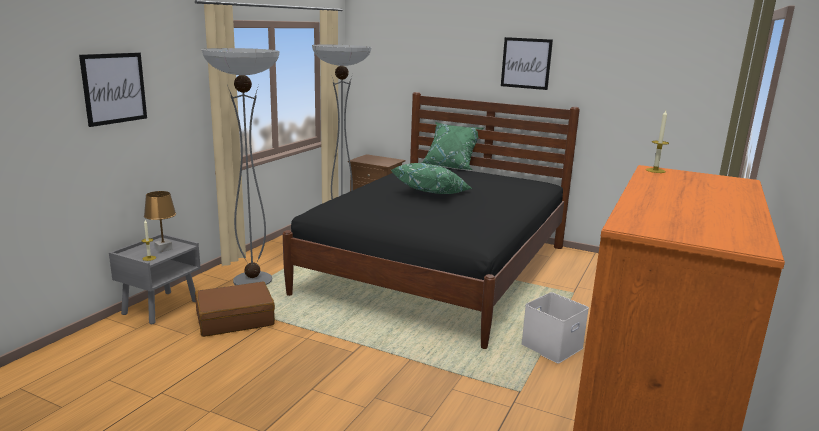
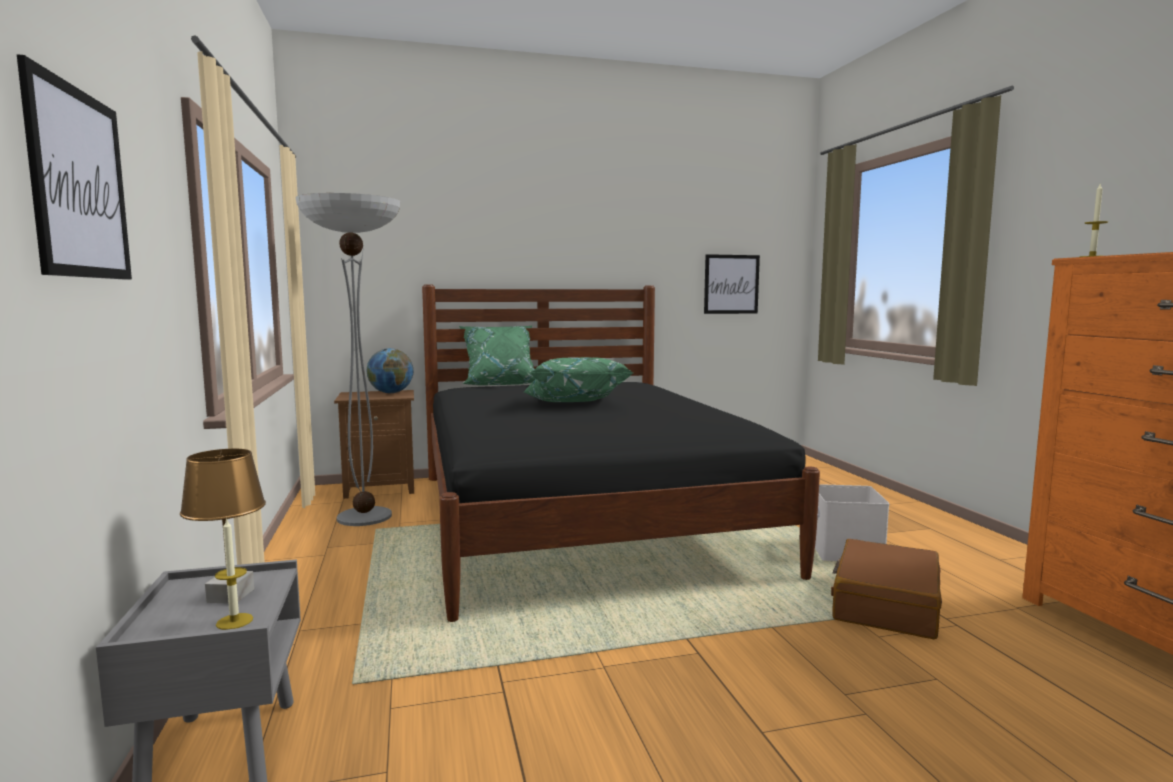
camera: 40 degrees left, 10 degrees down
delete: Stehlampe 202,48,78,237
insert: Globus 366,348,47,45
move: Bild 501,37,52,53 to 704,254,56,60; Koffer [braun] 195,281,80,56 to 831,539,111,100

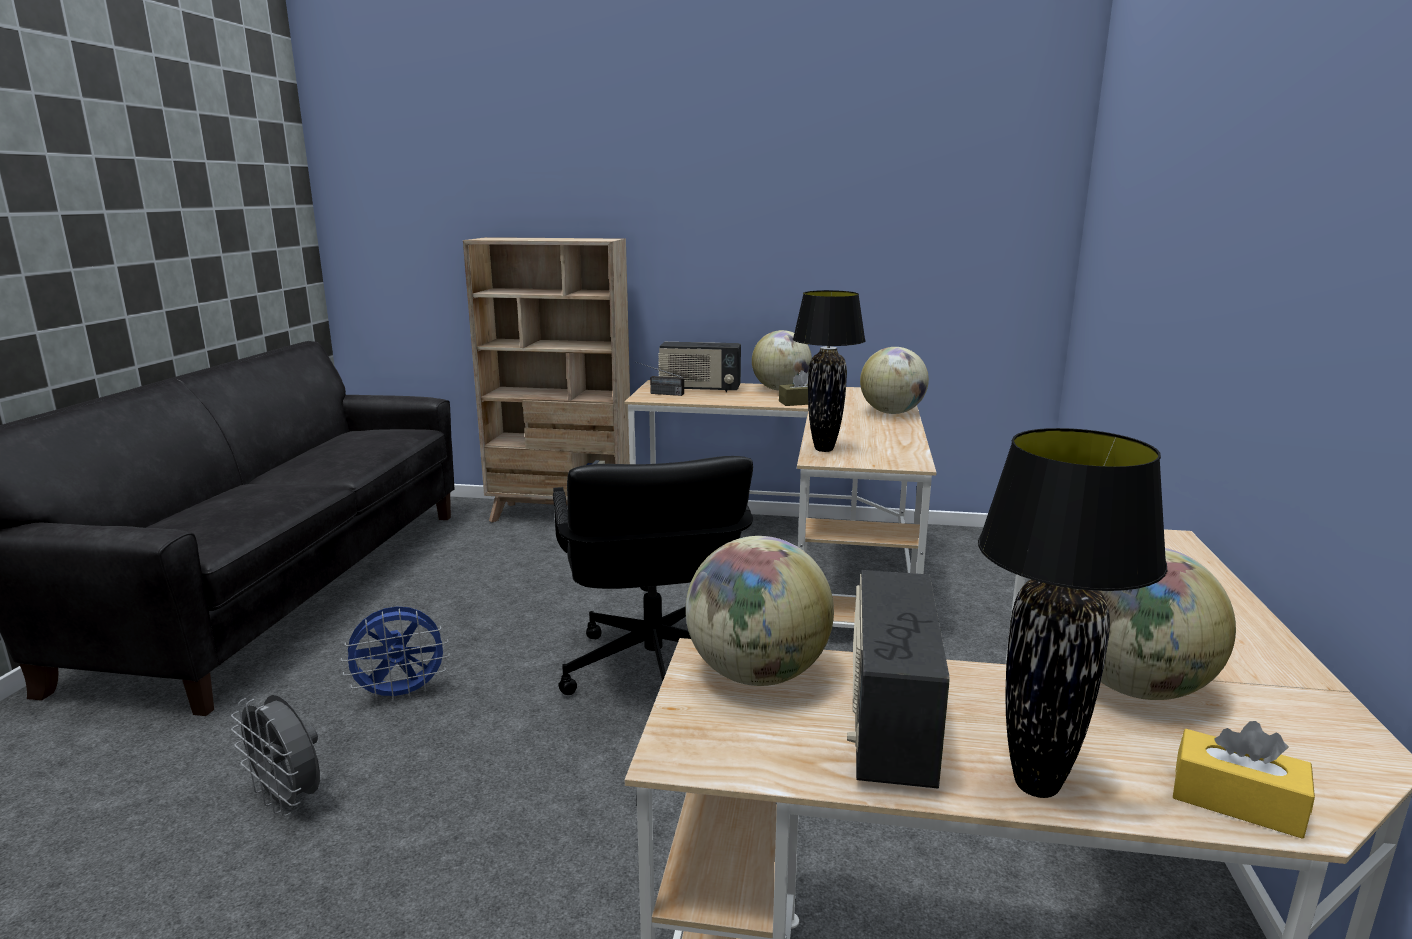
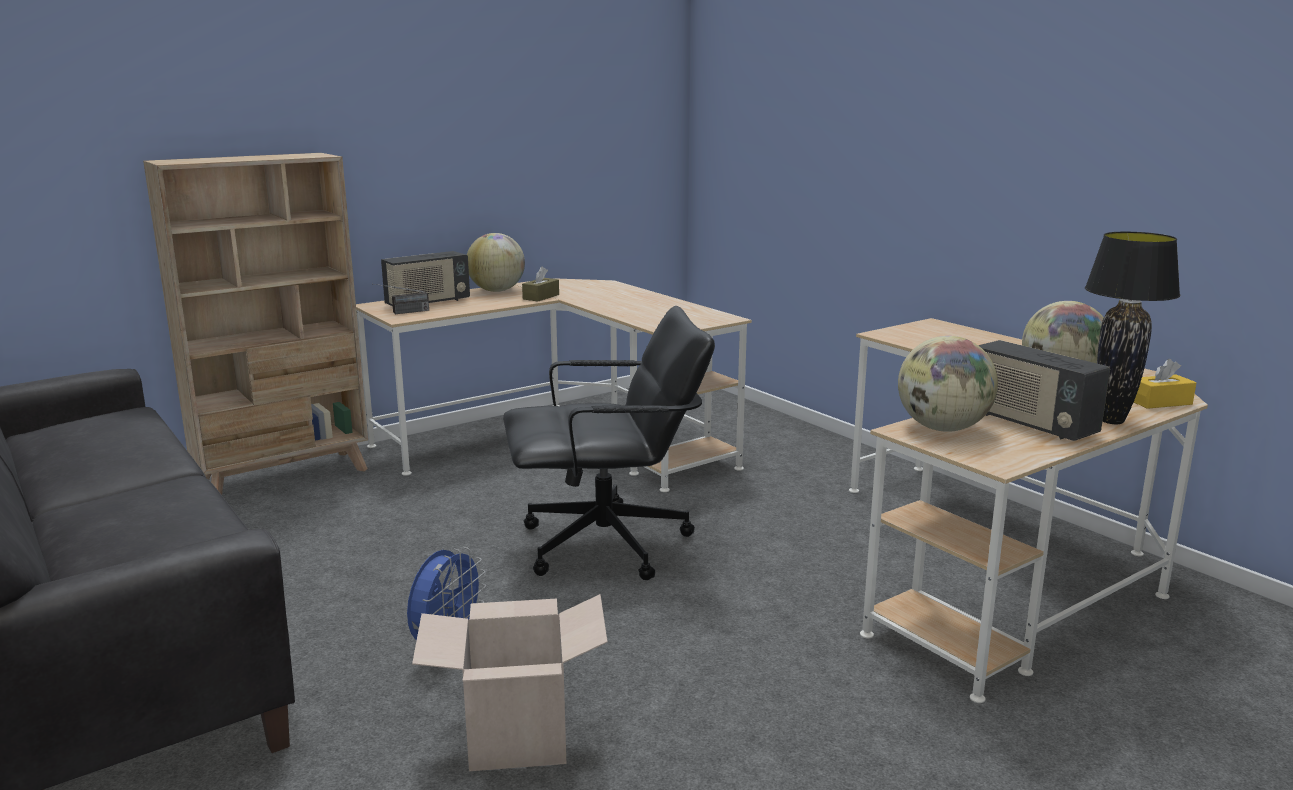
camera: 45 degrees left, 0 degrees up
delete: Tischlampe [schwarz] 793,290,73,162; Globus 860,347,69,67
replace: Ventilator [grau] 231,695,89,121 to Karton 412,594,196,177
rotate: Bürostuhl [schwarz] 553,456,200,239 = 503,306,212,274 45 degrees counterclockwise

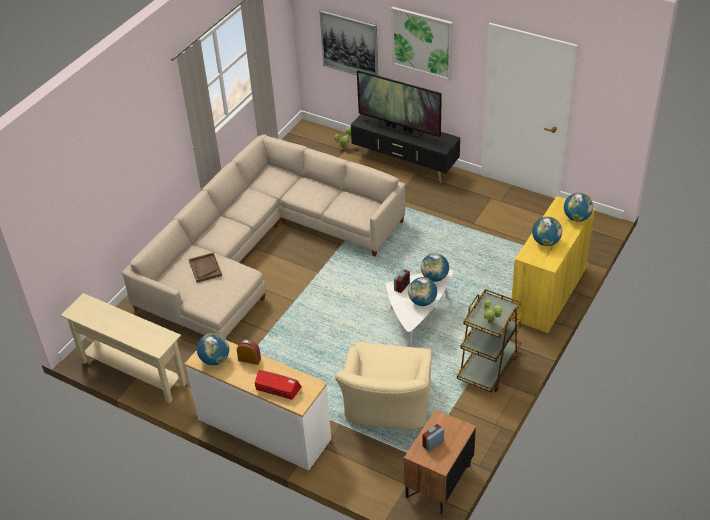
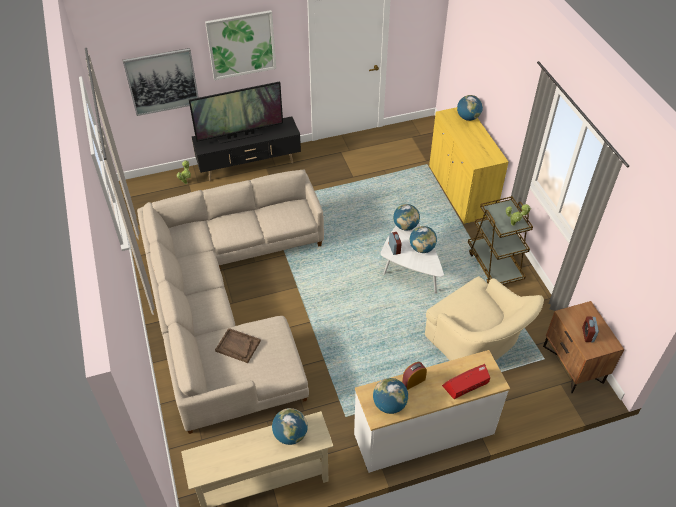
camera: 50 degrees left, 5 degrees up
move: Globus 532,217,30,29 to 272,408,36,37

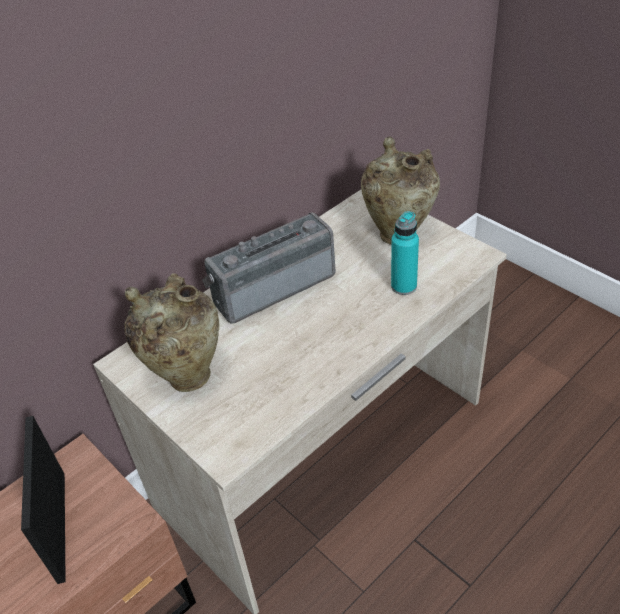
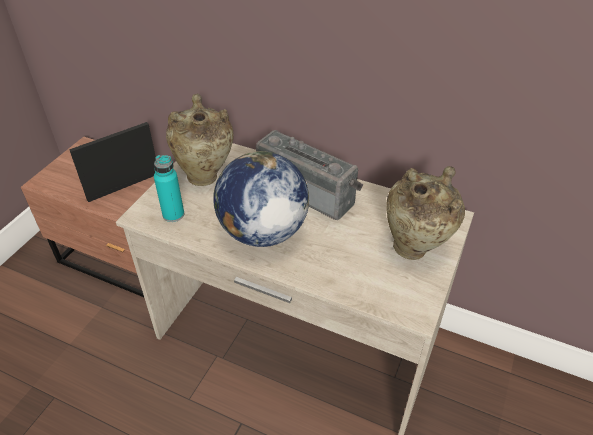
camera: 65 degrees right, 0 degrees up
insert: Globus 213,151,96,96
move: Flasche [türkis] 391,211,28,84 to 154,155,30,67

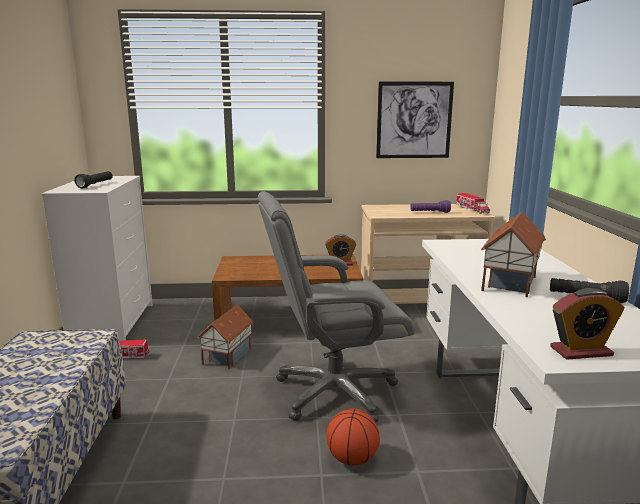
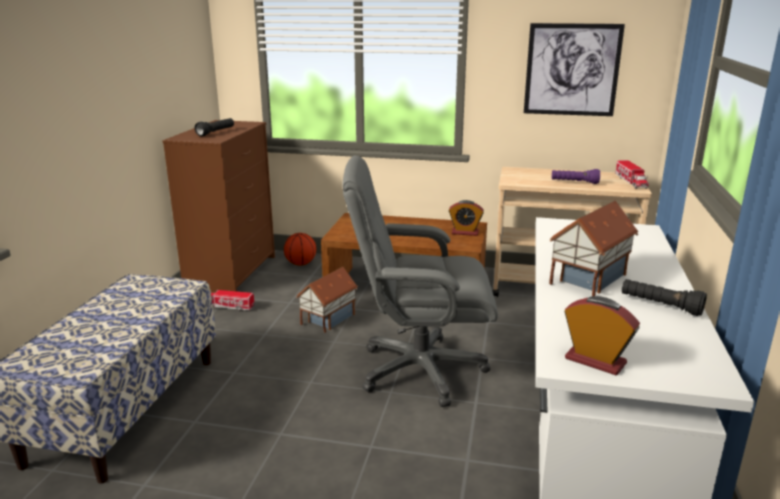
camera: 15 degrees right, 5 degrees up
move: Basketball 327,409,53,57 to 284,233,32,33
recolor: Kommode [weiß] 41,176,112,165 to Kommode [braun] 162,120,113,173
rotate: Wecker 550,288,75,72 = 565,296,75,79 150 degrees counterclockwise

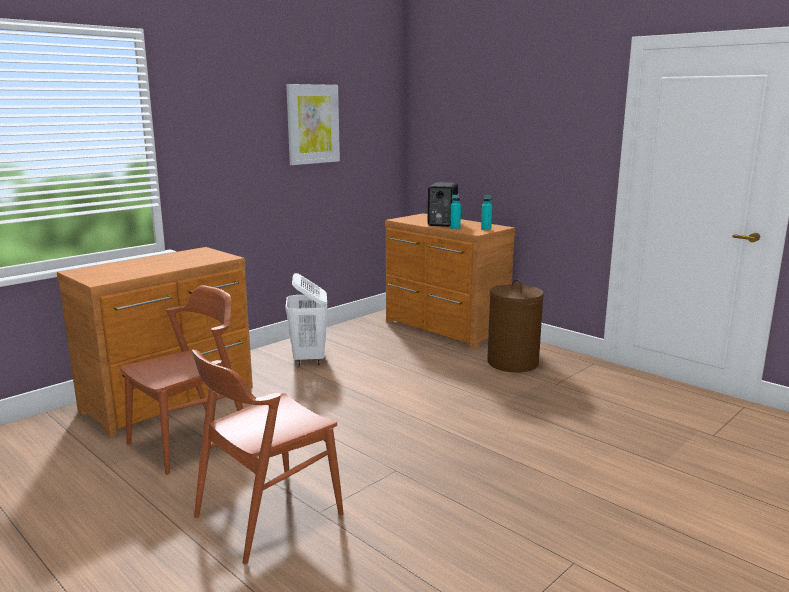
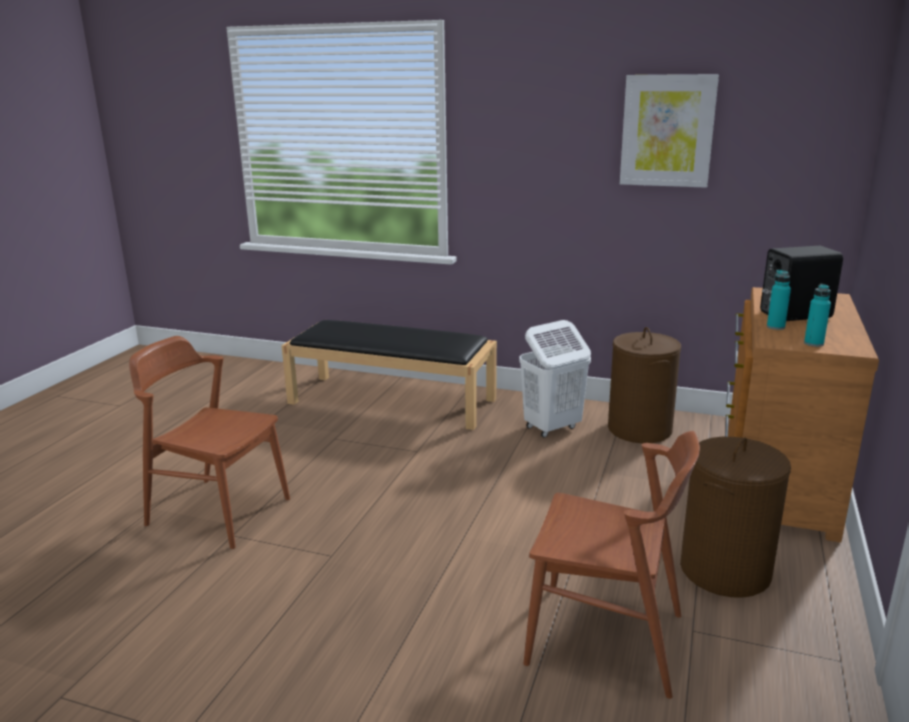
camera: 65 degrees right, 5 degrees up
insert: Wäschekorb [braun] 608,327,73,116
move: Stuhl [braun] 120,285,123,190 to 524,431,176,268
replace: Kommode [braun] 57,247,196,190 to Bank [schwarz] 282,320,215,110

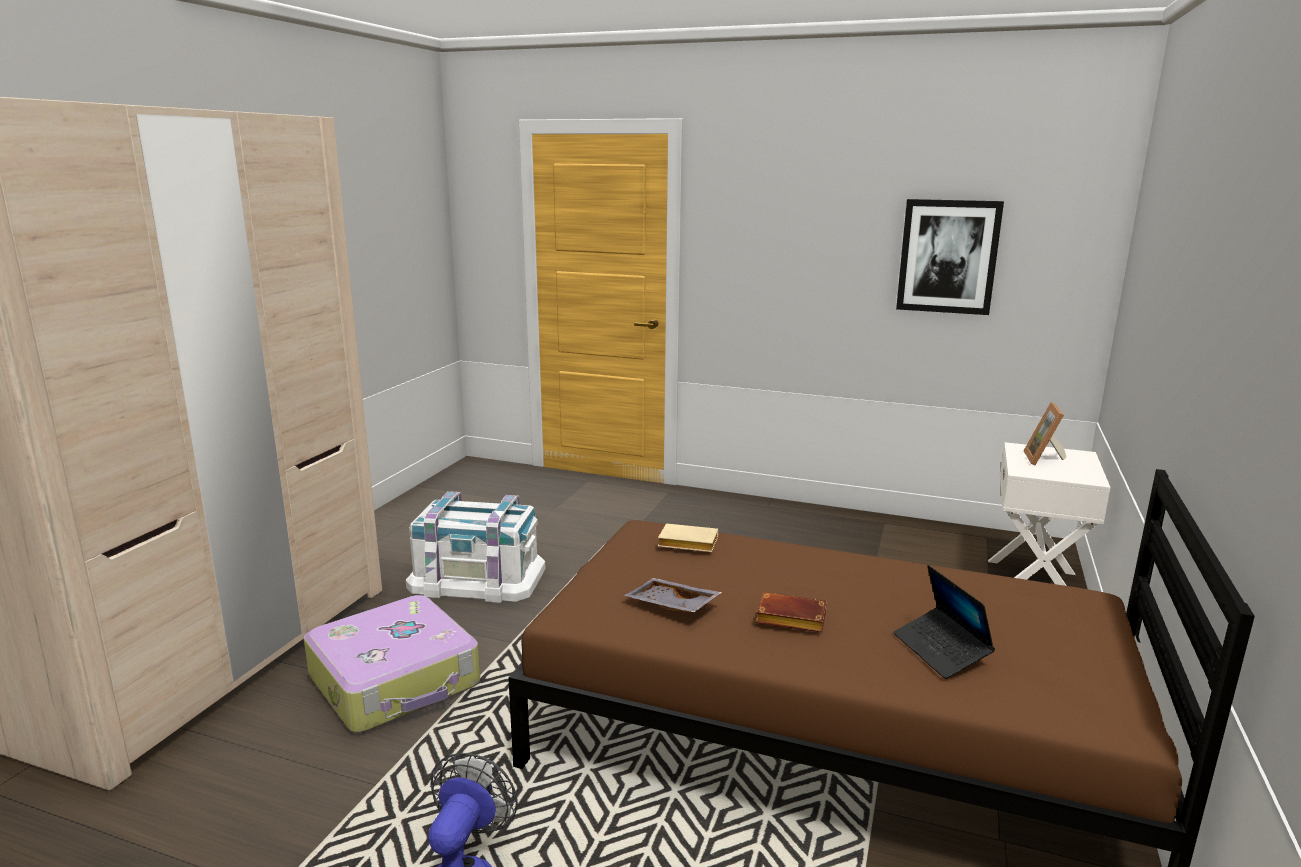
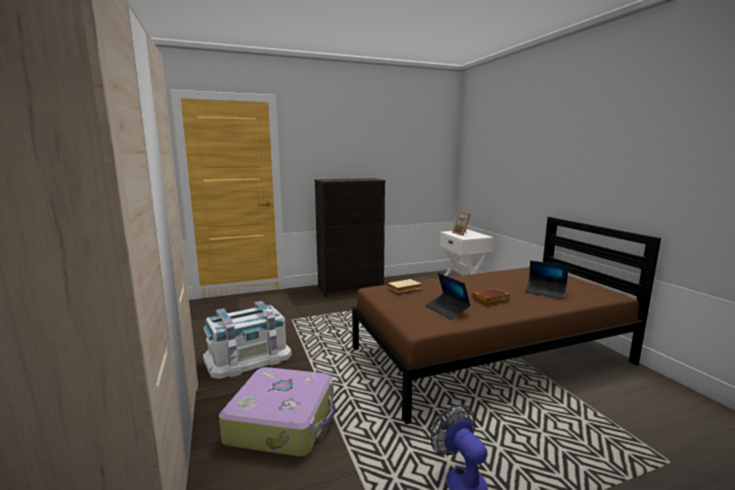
camera: 40 degrees left, 5 degrees down
delete: Bild 896,199,108,116
insert: Kommode [schwarz] 314,178,72,119
replace: Tablett [grau] 624,578,98,35 to Laptop 425,273,46,46

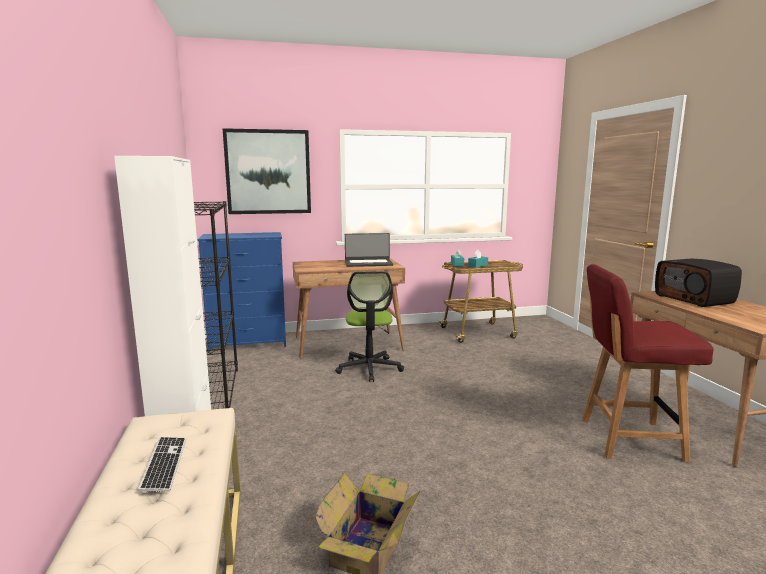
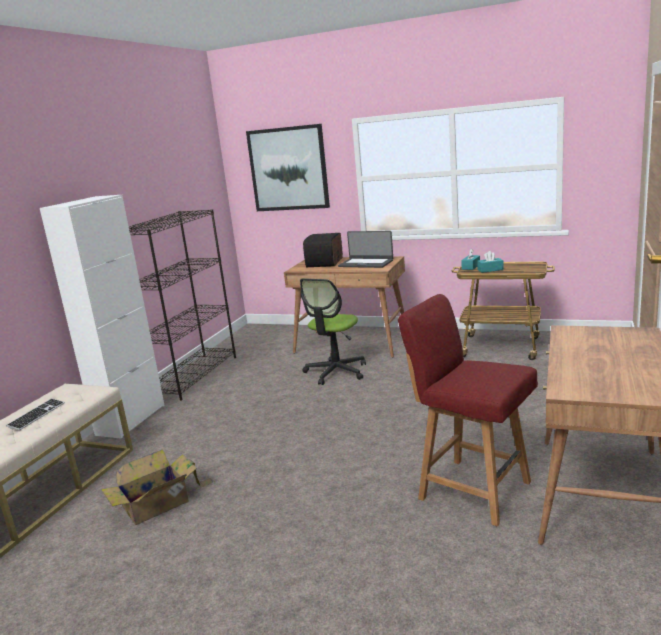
camera: 35 degrees right, 5 degrees up
delete: Kommode [blau] 198,232,88,120
move: Radio 655,259,87,48 to 303,233,40,34

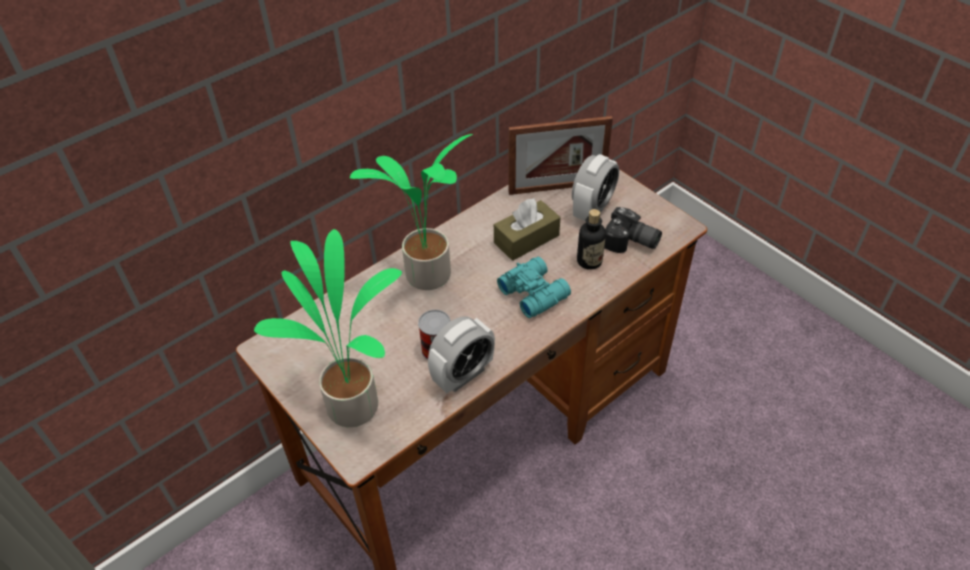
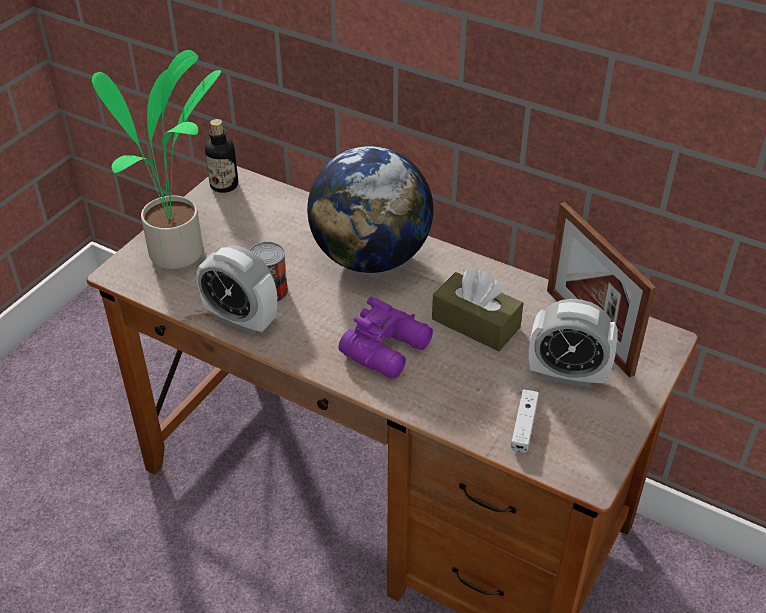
camera: 70 degrees right, 5 degrees down
move: Flasche 577,209,29,61 to 205,119,33,74
replace: Topfpflanze 350,134,123,156 to Globus 307,146,126,127; Kamera 604,207,58,46 to Gamepad [weiß] 511,389,28,64
recolor: Fernglas [türkis] 497,257,74,61 to Fernglas [lila] 339,296,94,83

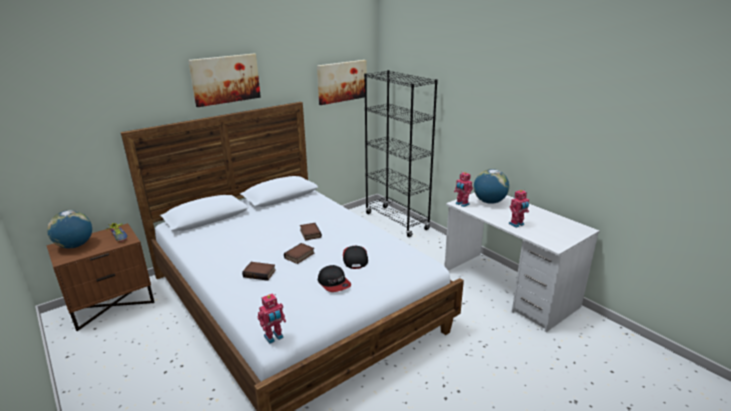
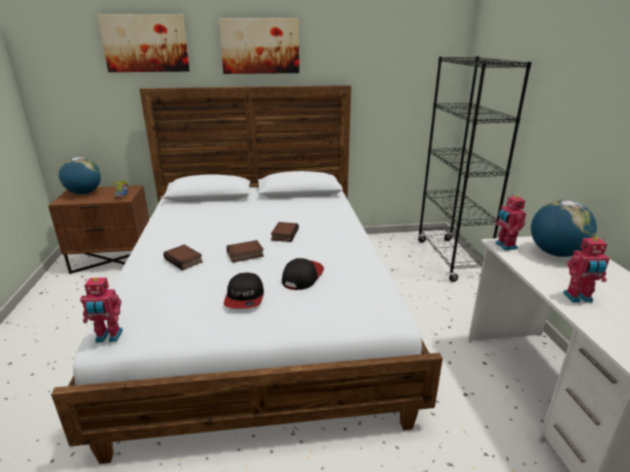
camera: 30 degrees right, 0 degrees up
move: Bild 317,60,50,45 to 97,14,93,58

